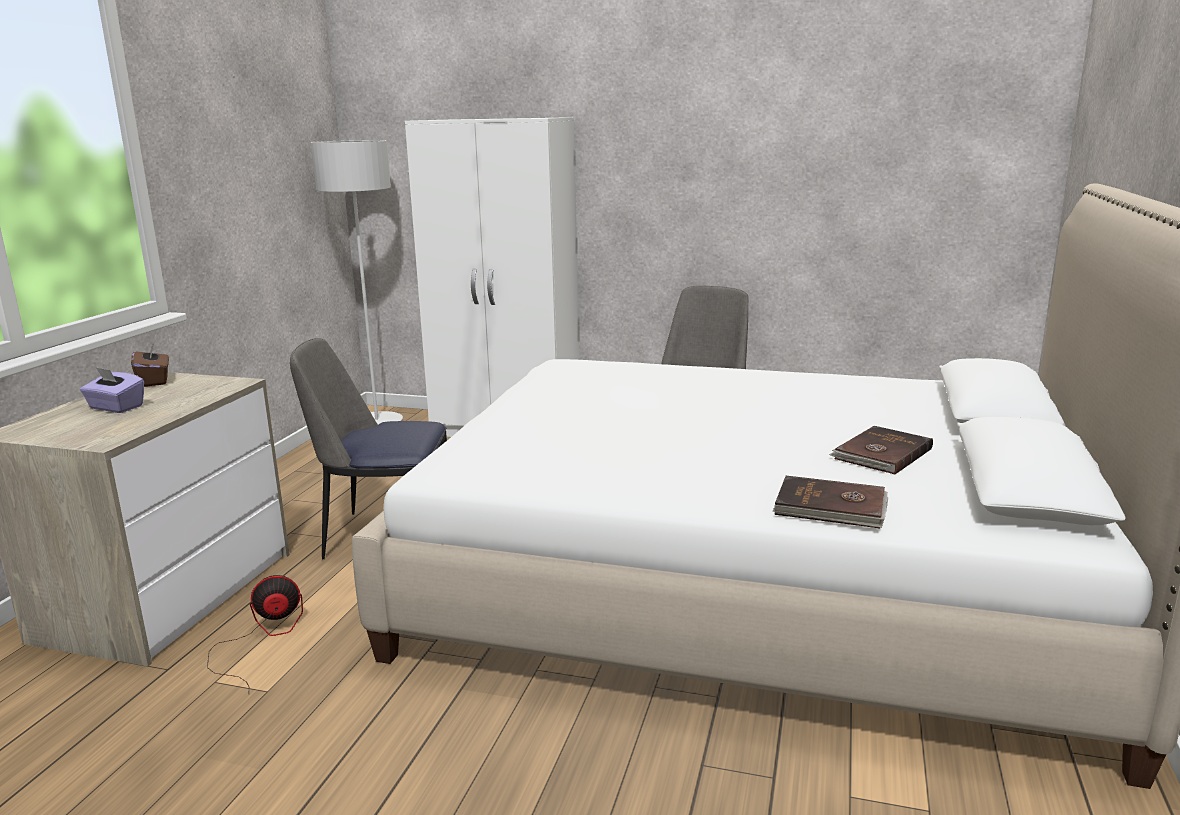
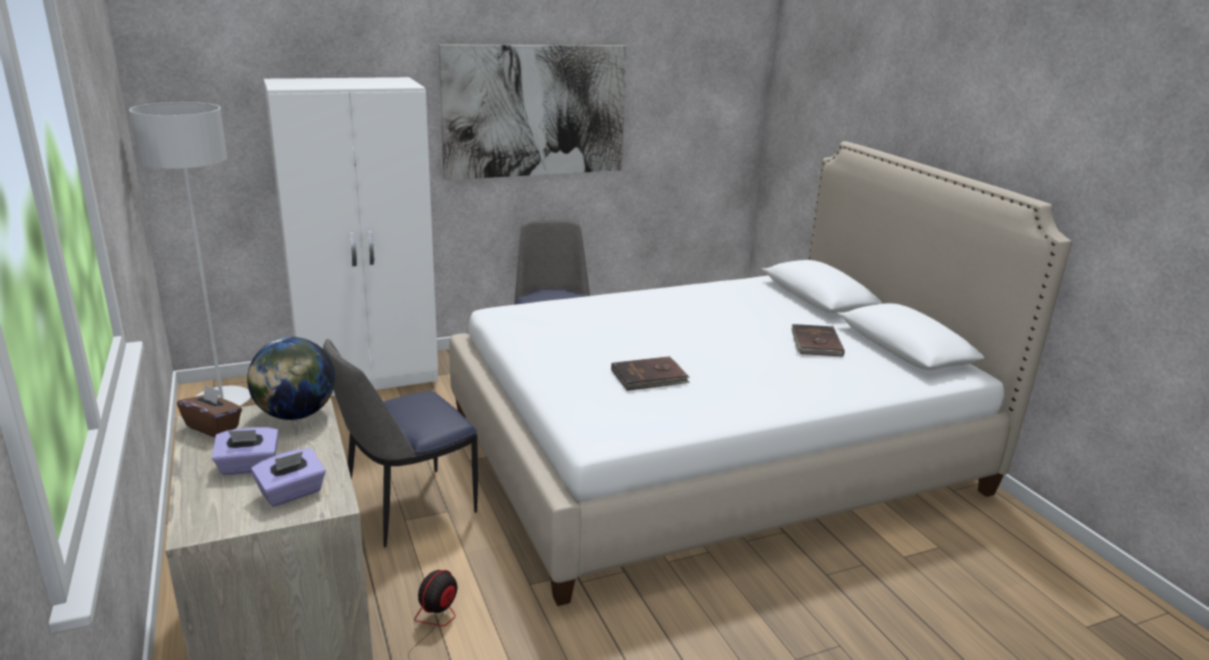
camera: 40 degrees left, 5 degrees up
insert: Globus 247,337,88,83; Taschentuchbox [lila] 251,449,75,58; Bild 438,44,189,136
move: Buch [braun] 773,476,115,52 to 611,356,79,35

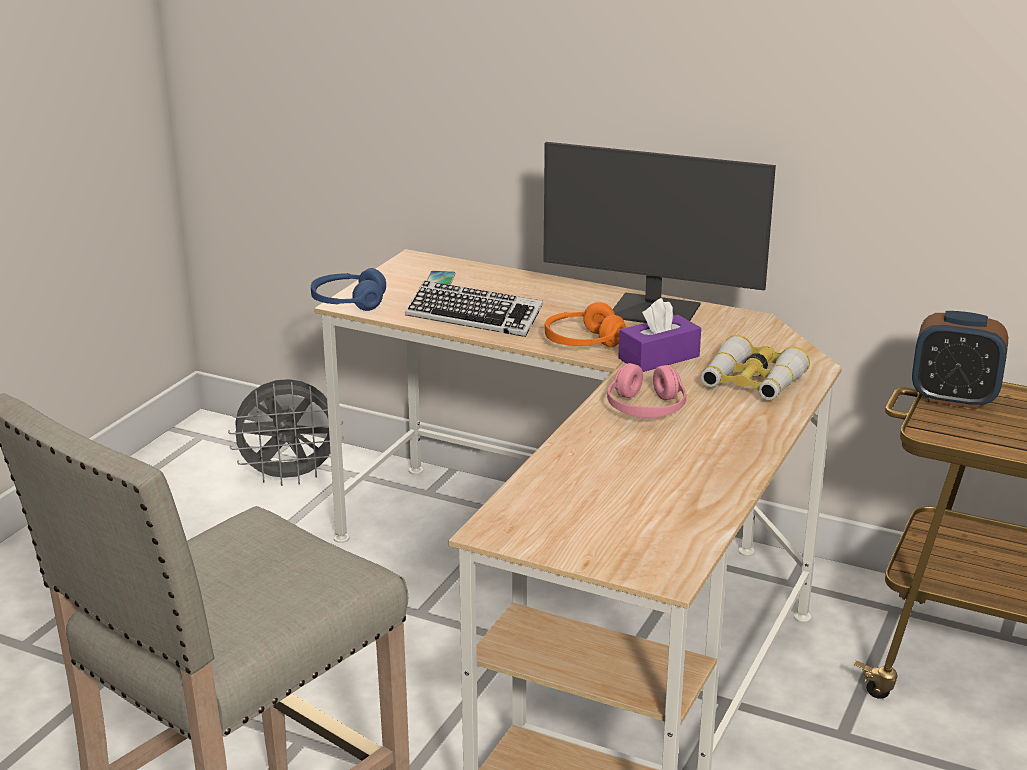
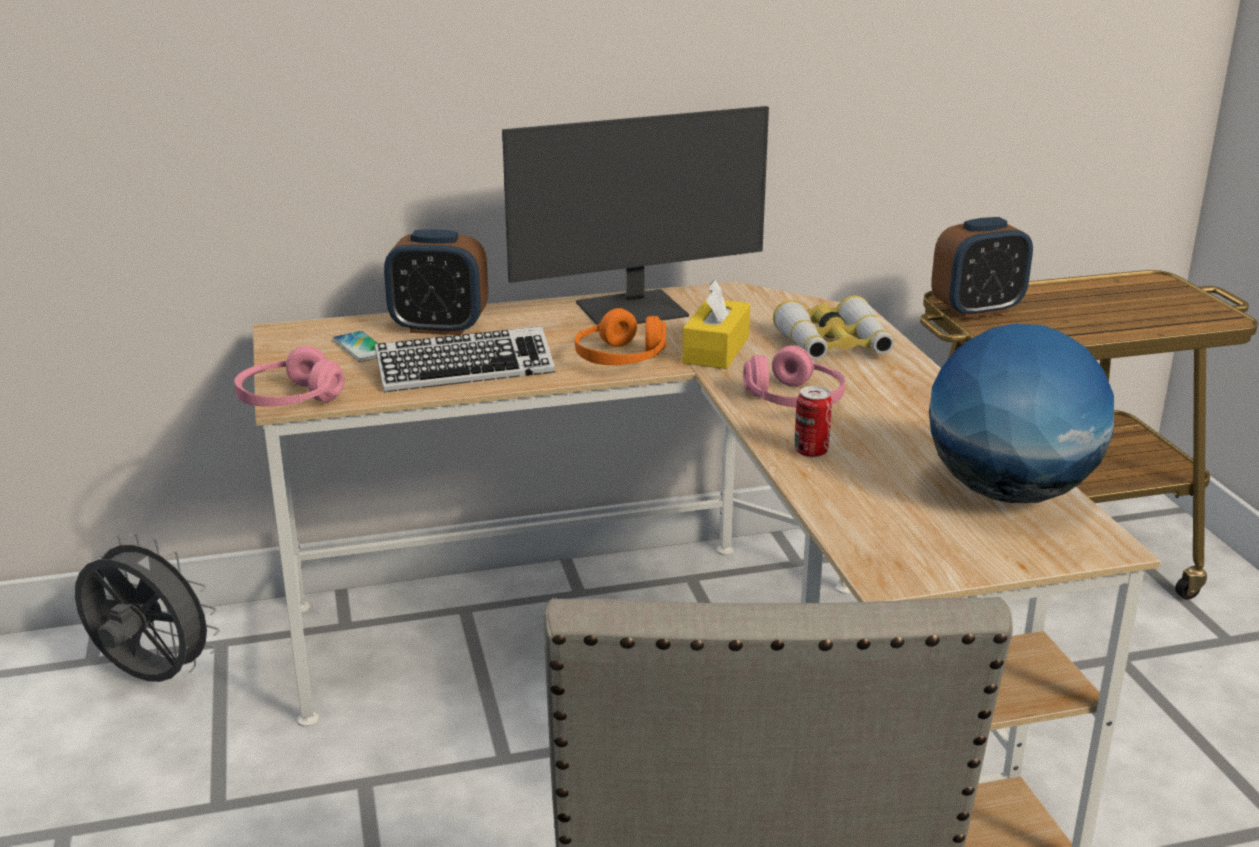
camera: 40 degrees left, 0 degrees up
insert: Wecker 384,229,104,106; Dose 795,386,37,72; Globus 929,323,185,180
recolor: Kopfhörer [blau] 311,268,75,43 to Kopfhörer [rosa] 234,346,110,61; Taschentuchbox [lila] 618,298,83,74 to Taschentuchbox [gelb] 682,280,68,89
rotate: Ventilator [grau] 228,379,116,107 = 75,533,144,149 105 degrees counterclockwise

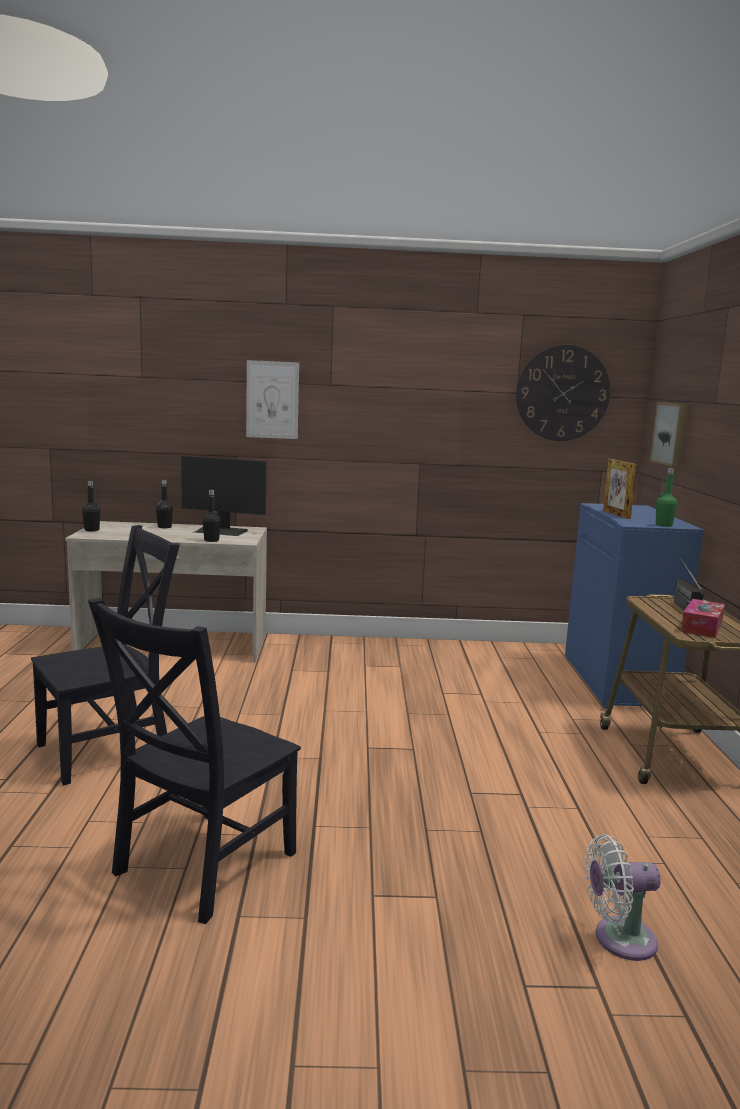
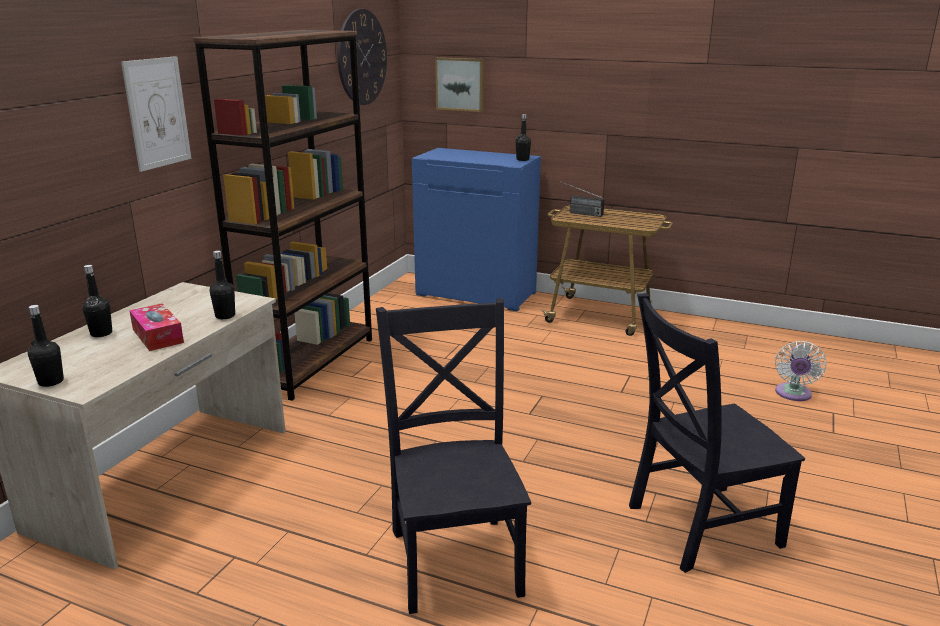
camera: 65 degrees left, 10 degrees up
delete: Monitor 181,456,86,80; Bilderrahmen 603,459,34,60
insert: Bücherregal [braun] 193,30,179,371
move: Taschentuchbox 681,599,44,39 to 129,303,55,48
recolor: Flasche [grün] 656,468,21,59 to Flasche [schwarz] 516,114,15,47
rotate: Stuhl [schwarz] 88,598,213,326 = 629,293,176,280 105 degrees clockwise

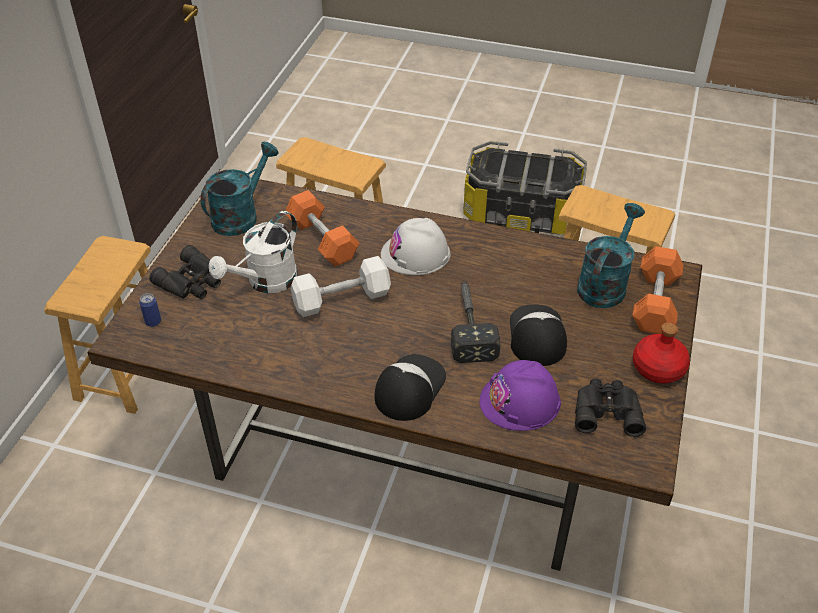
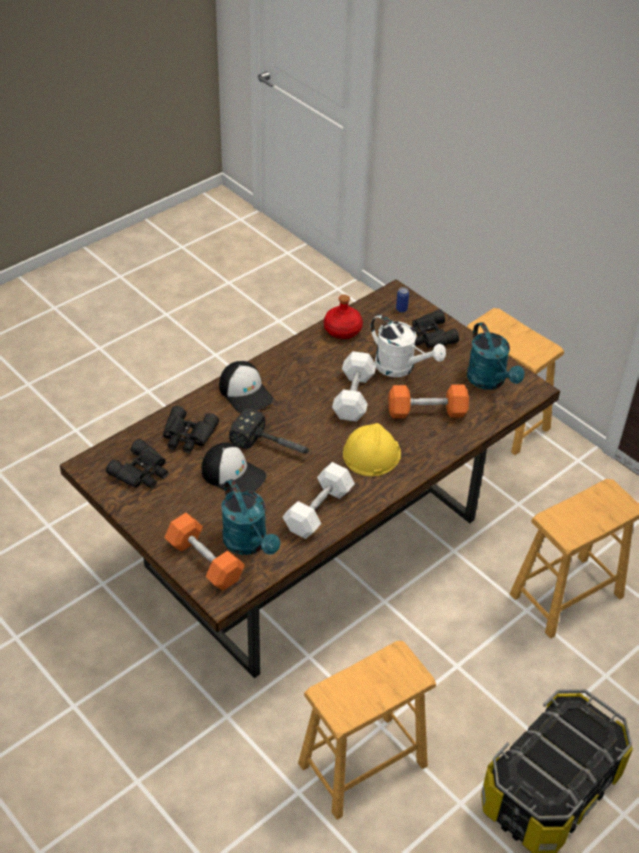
camera: 120 degrees right, 0 degrees up
insert: Hantel [weiß] 282,462,73,77
move: Flasche [rot] 633,322,57,62 to 324,295,39,44
replace: Schutzhelm [lila] 479,360,82,71 to Fernglas [schwarz] 163,406,56,47
recolor: Schutzhelm [weiß] 381,218,70,57 to Schutzhelm [gelb] 343,423,58,53
rotate: Gießkanne [weiß] 209,211,88,82 = 370,315,76,62 150 degrees clockwise

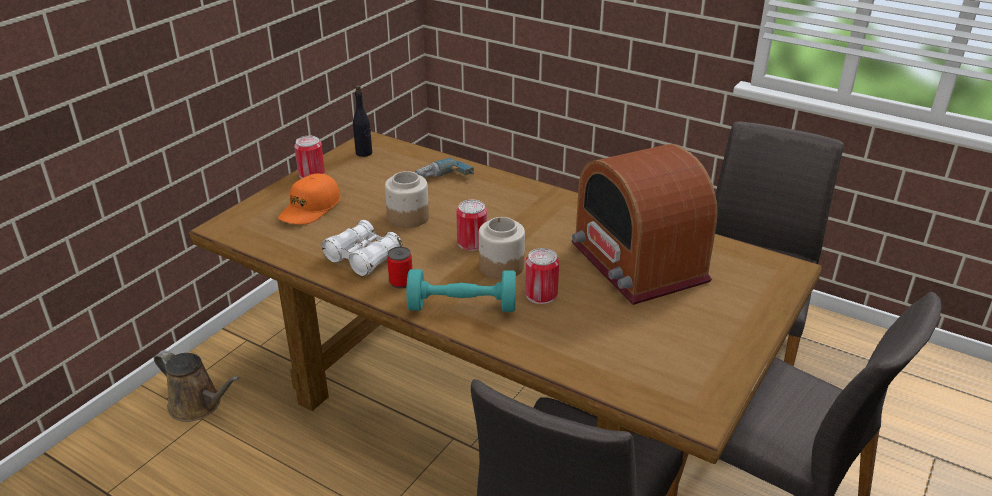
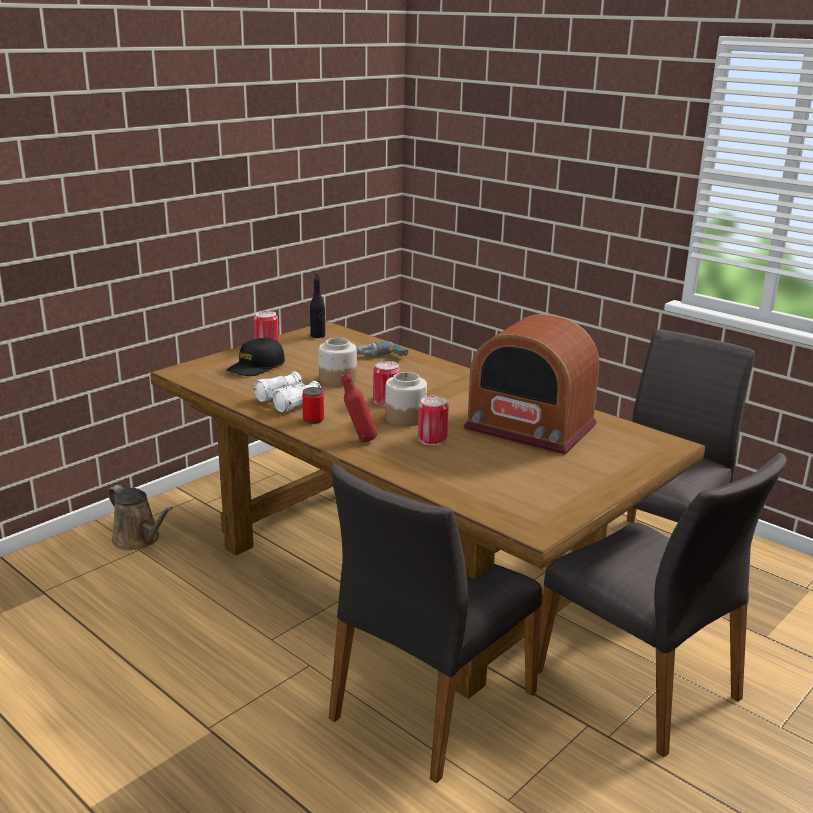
camera: 10 degrees right, 10 degrees down
replace: Hantel [türkis] 406,269,110,43 to Flasche [rot] 341,373,36,69
recolor: Kappe [orange] 278,174,62,51 to Kappe [schwarz] 226,338,59,38
rotate: Radio 571,144,147,161 = 463,314,136,141 45 degrees counterclockwise

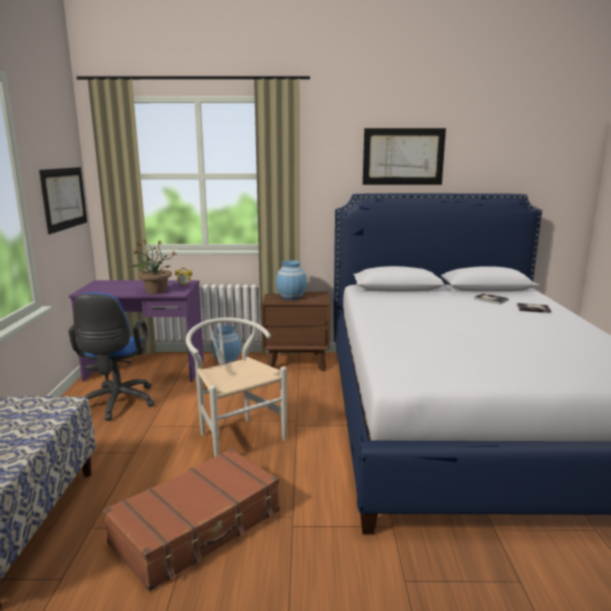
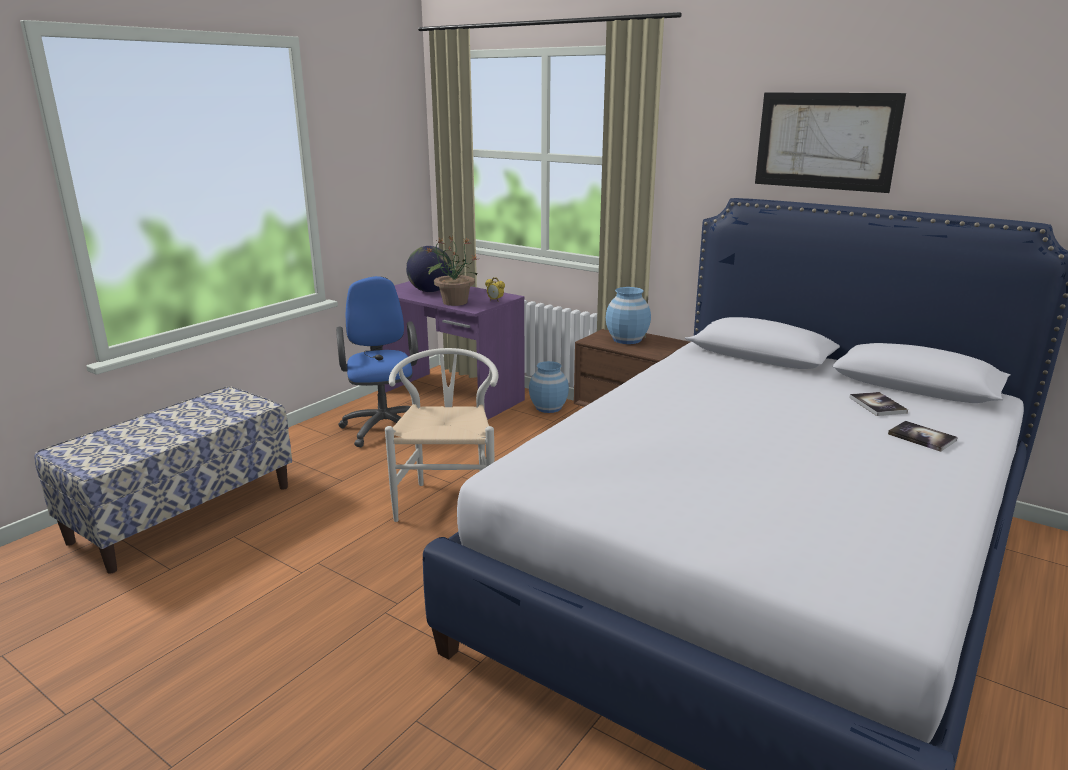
camera: 35 degrees right, 5 degrees up
delete: Bild 39,167,48,67; Koffer [braun] 103,448,177,143
insert: Globus 406,246,46,46
rotate: Bürostuhl [blau] 68,292,87,129 = 336,276,82,171 135 degrees clockwise

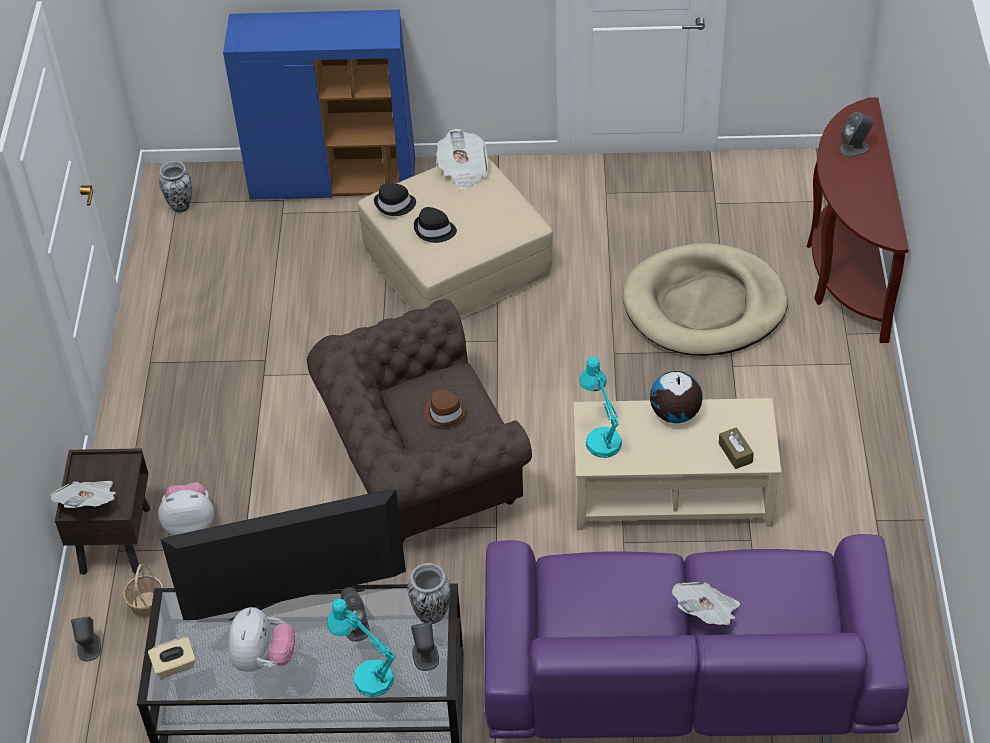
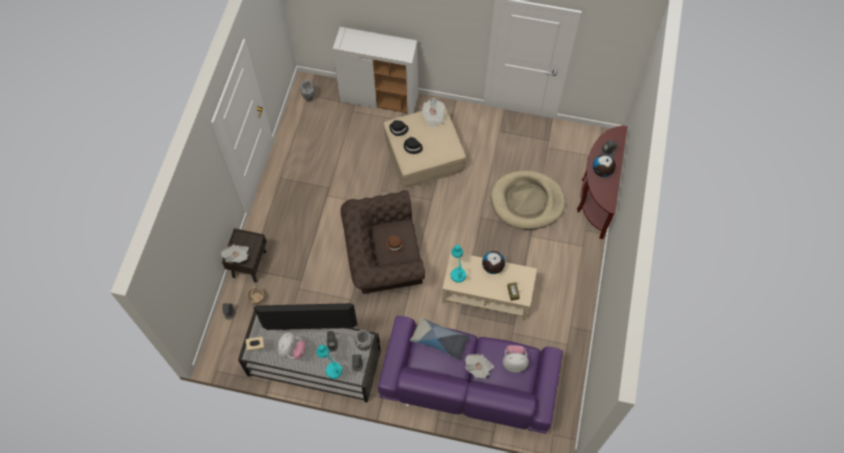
camera: 10 degrees right, 15 degrees up
insert: Kissen 410,317,60,43; Globus 593,154,23,23
move: Plüschtier 158,482,56,53 to 503,345,26,28
recolor: Schrank [blau] 223,10,192,189 to Schrank [weiß] 333,27,86,87

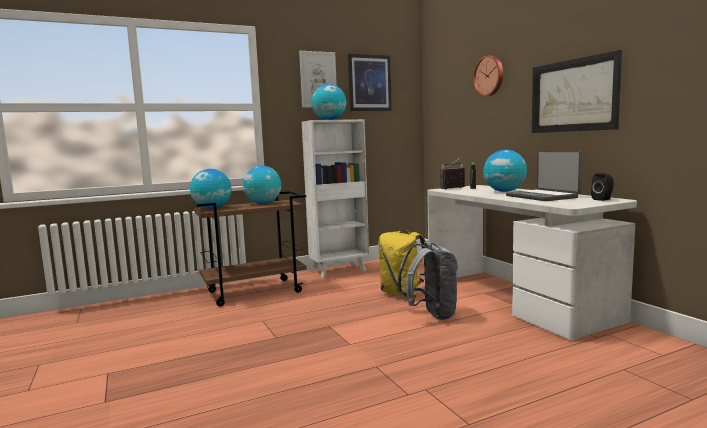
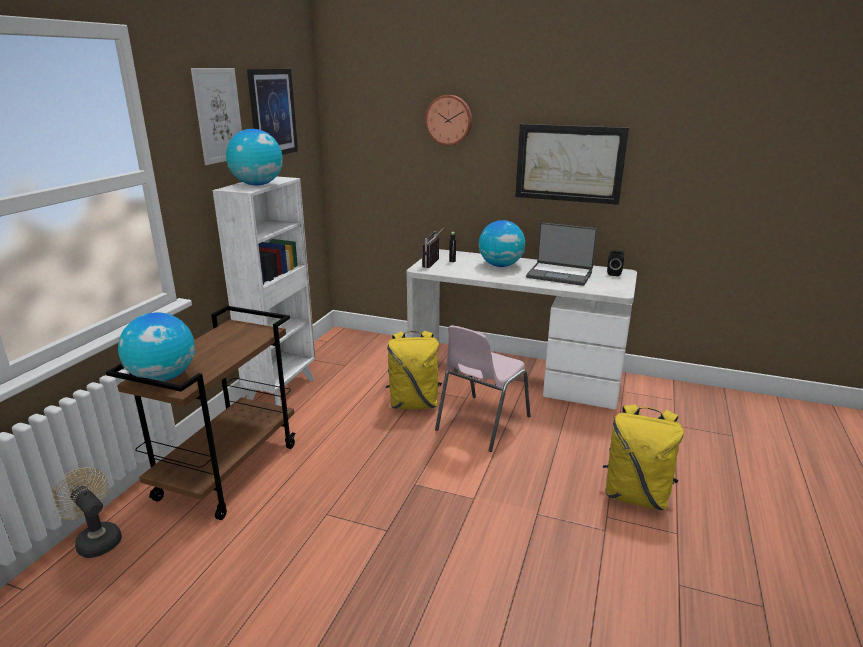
camera: 45 degrees left, 15 degrees up
delete: Globus 243,166,38,38
insert: Ventilator [beige] 52,467,70,91; Rucksack [gelb] 603,404,81,106
replace: Rucksack [grau] 397,241,61,79 to Stuhl [rosa] 435,325,95,127

